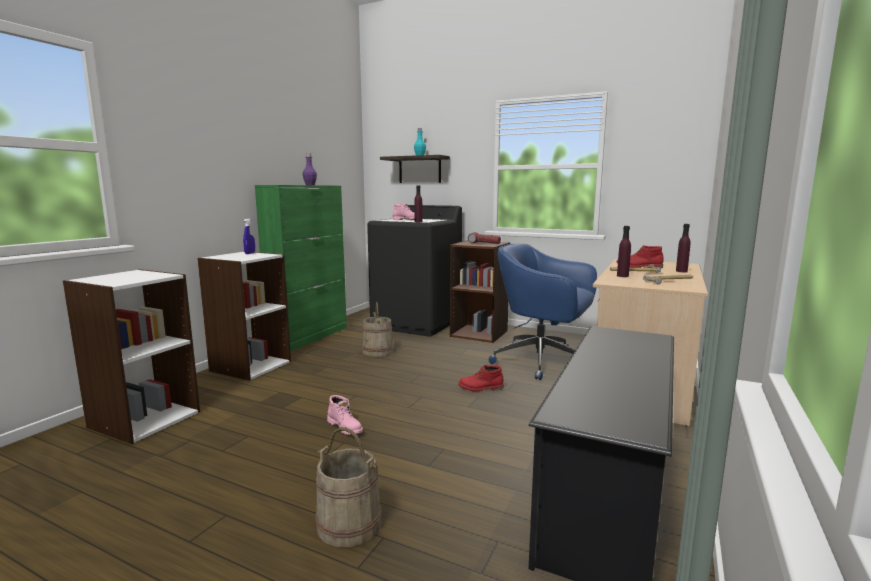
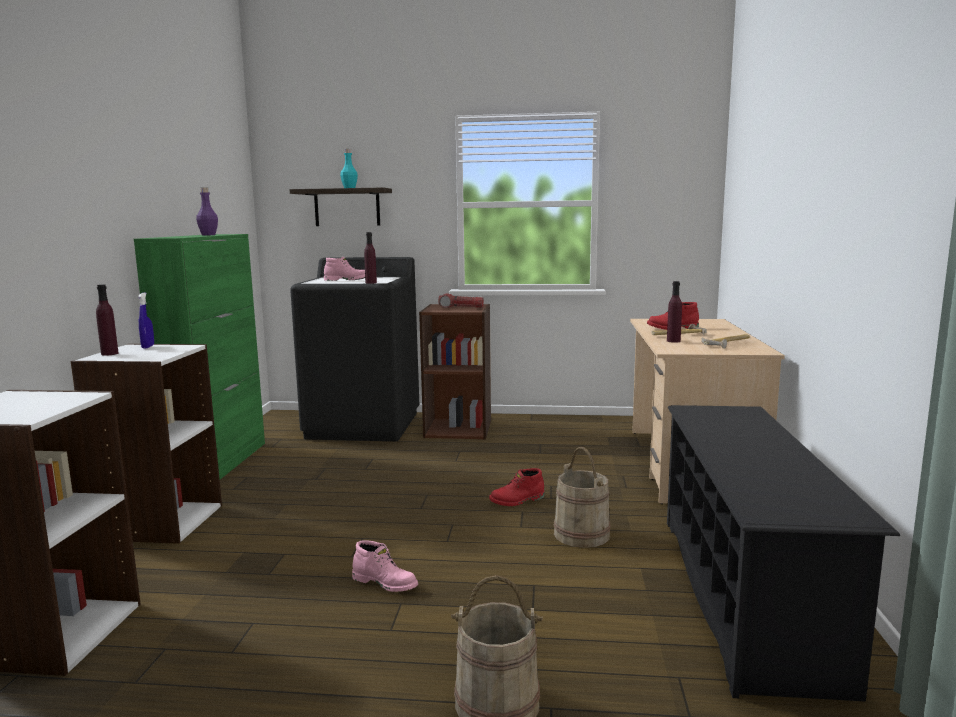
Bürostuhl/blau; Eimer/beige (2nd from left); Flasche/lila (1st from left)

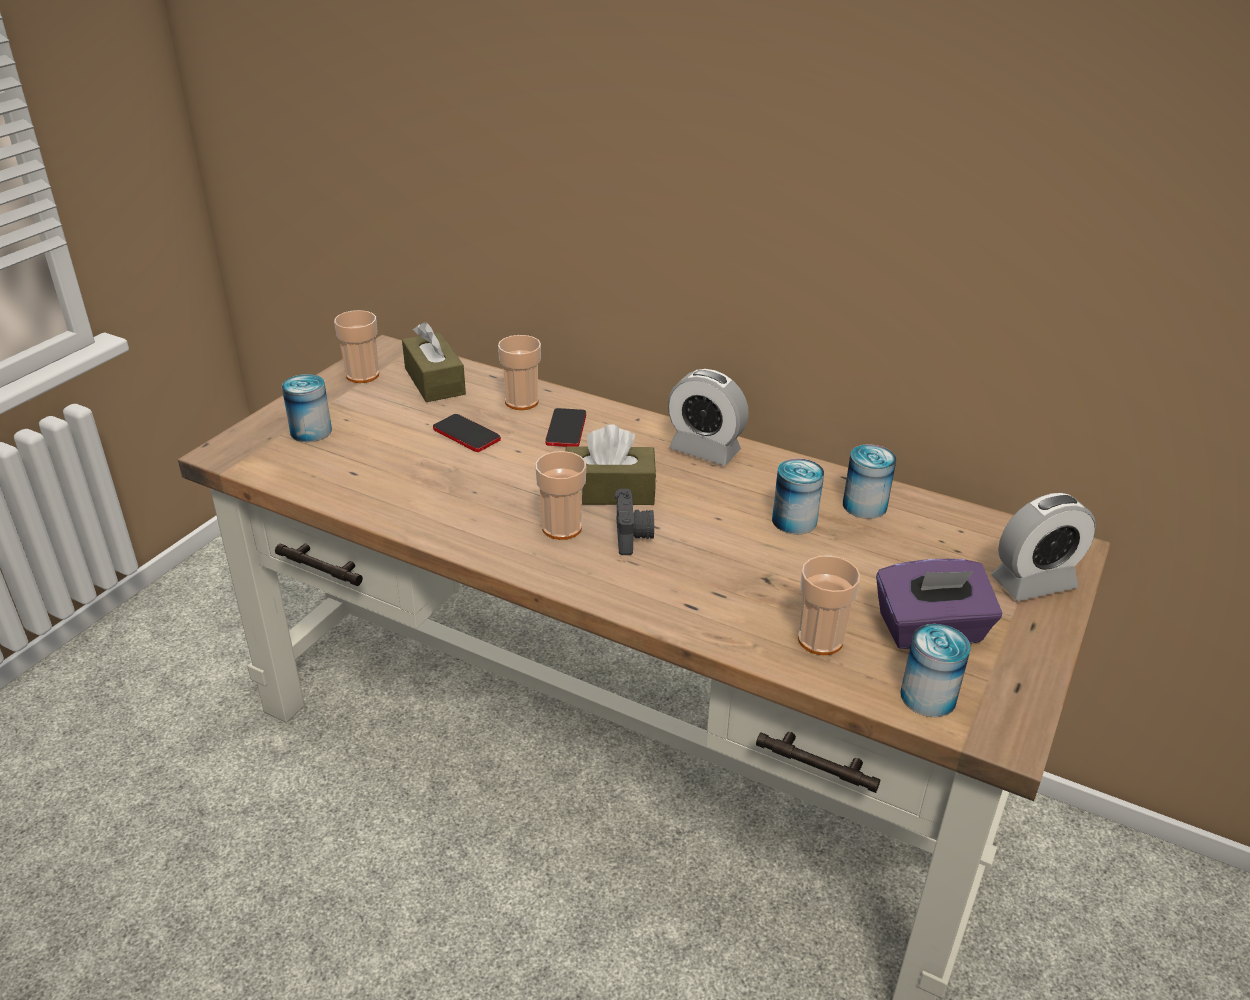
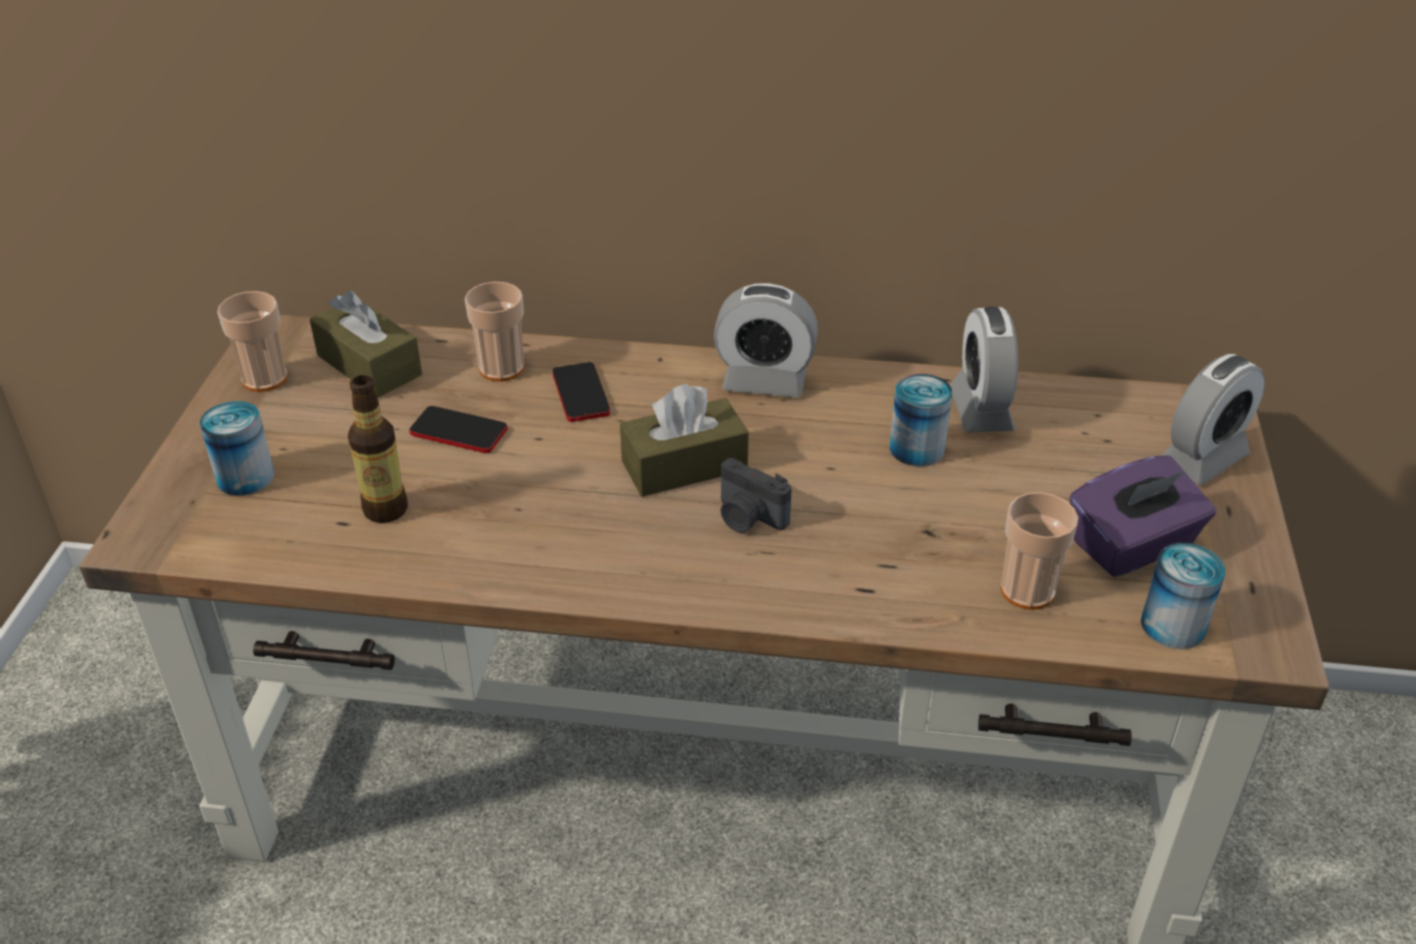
Tasse (3rd from left in the first image); Flasche; Wecker (2nd from left); Kamera

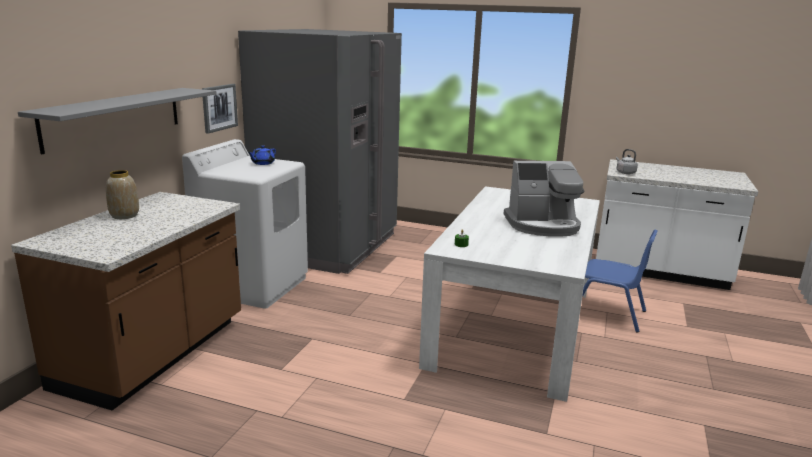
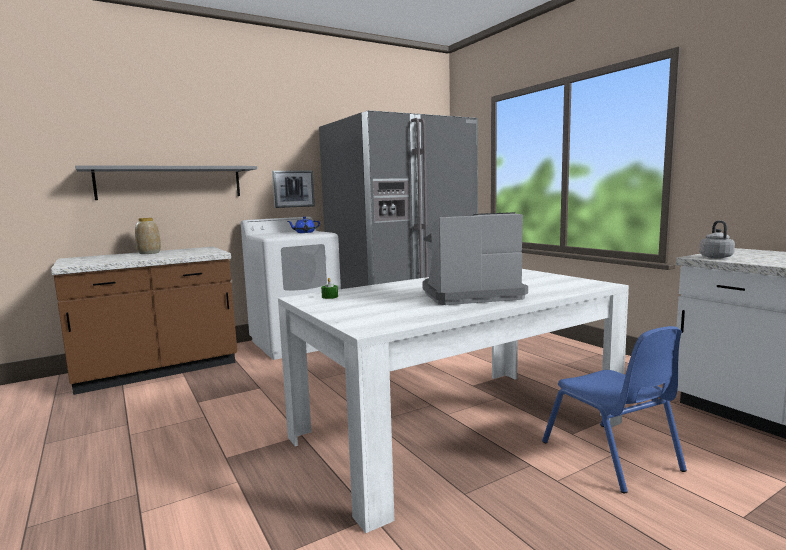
Kaffeemaschine

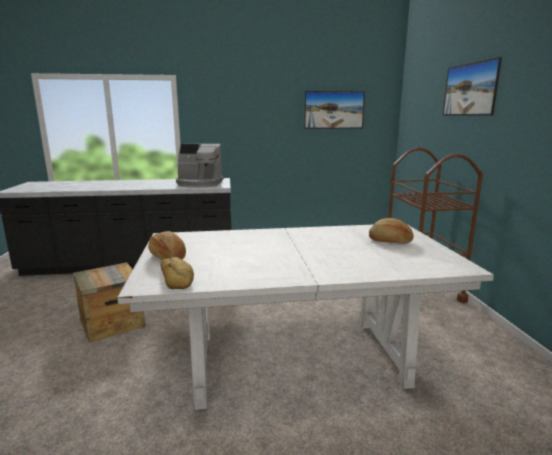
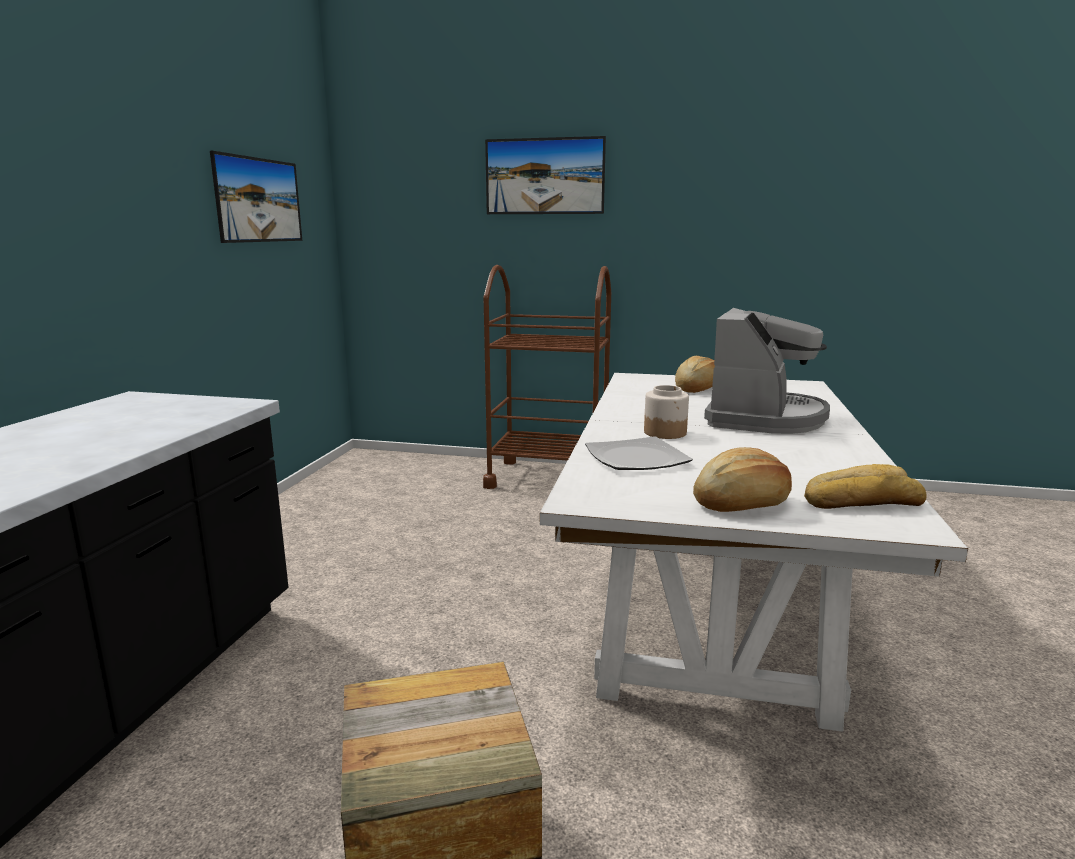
Teller; Vorratsglas; Kaffeemaschine

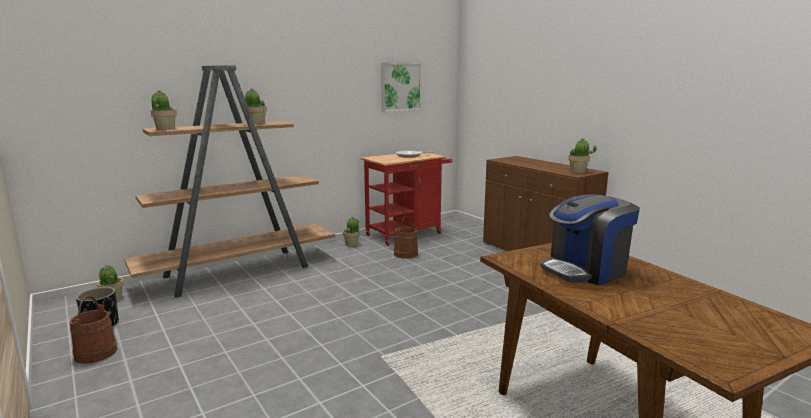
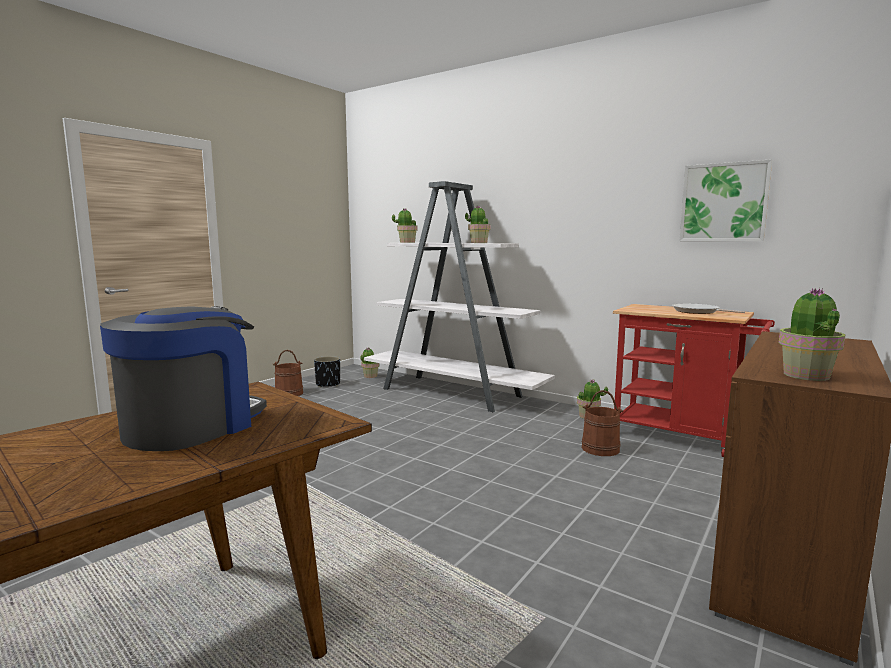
Bücherregal/weiß; Kaffeemaschine

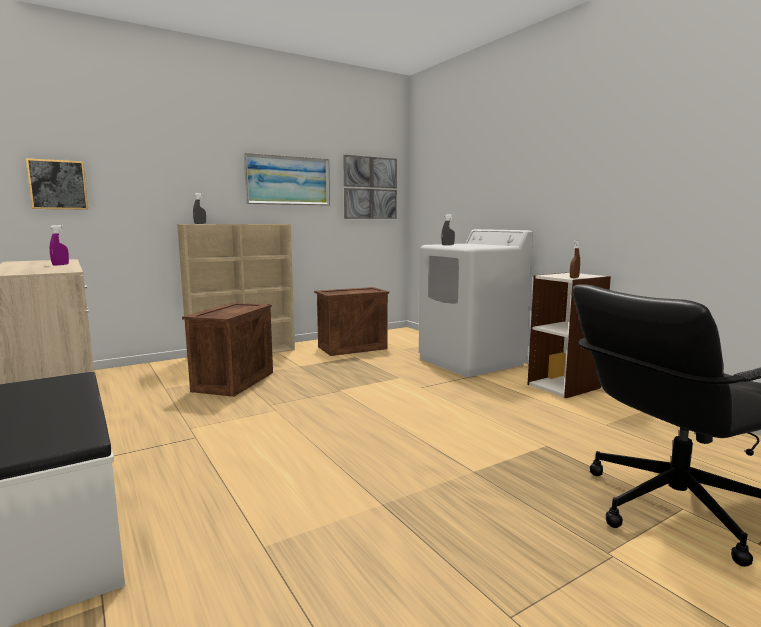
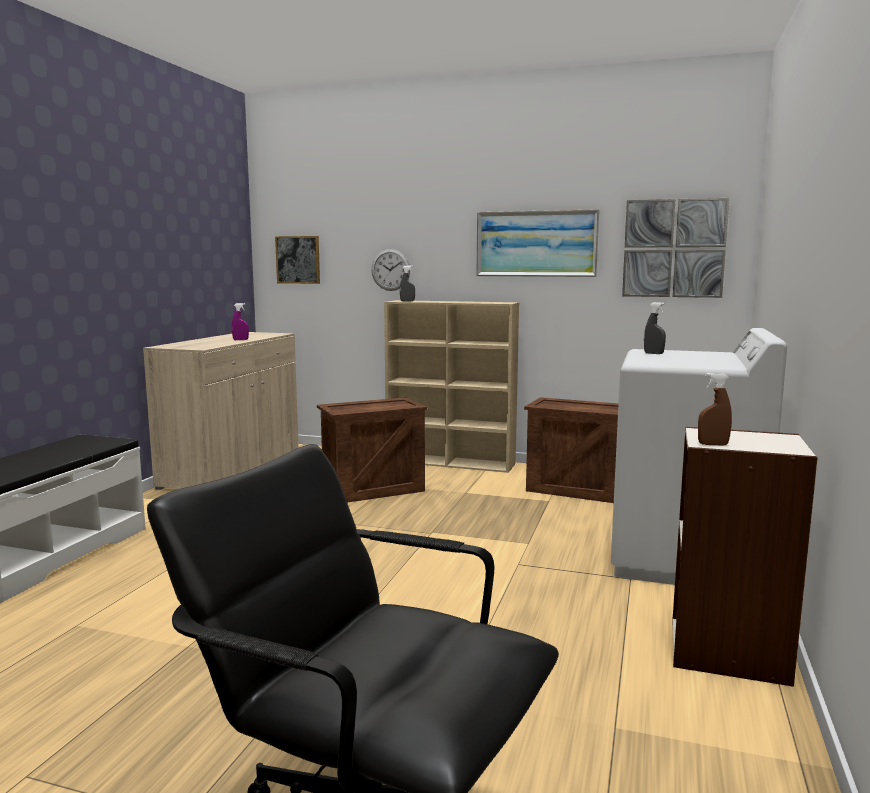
Wanduhr

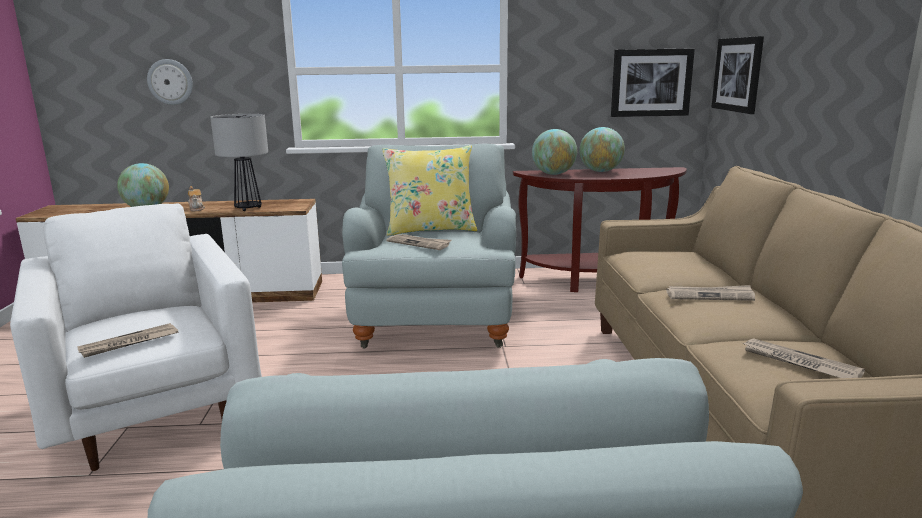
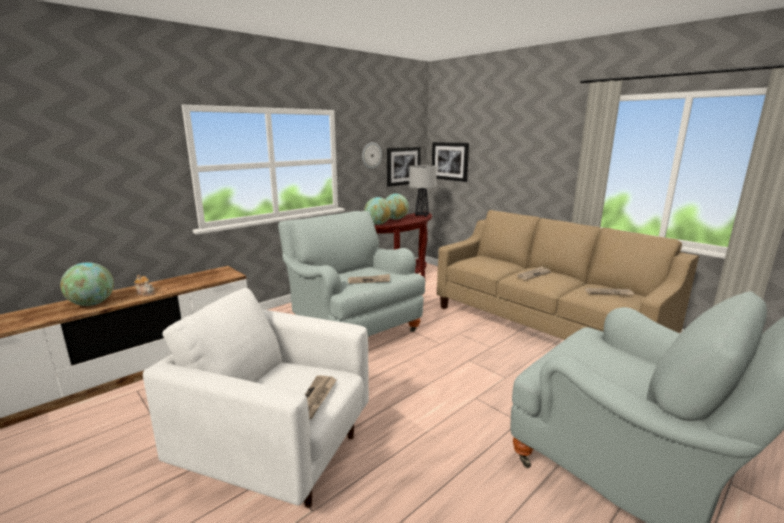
Kissen/gelb; Wanduhr; Tischlampe

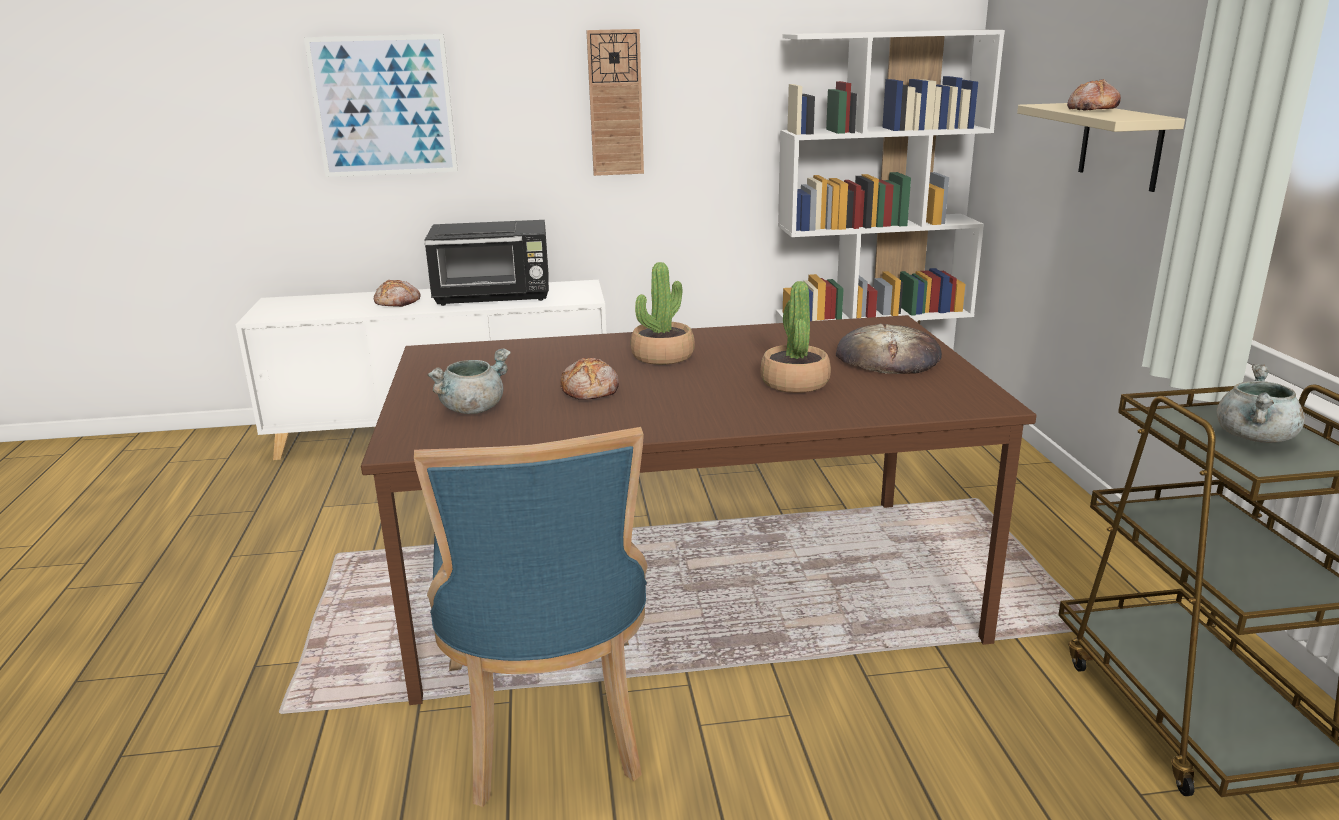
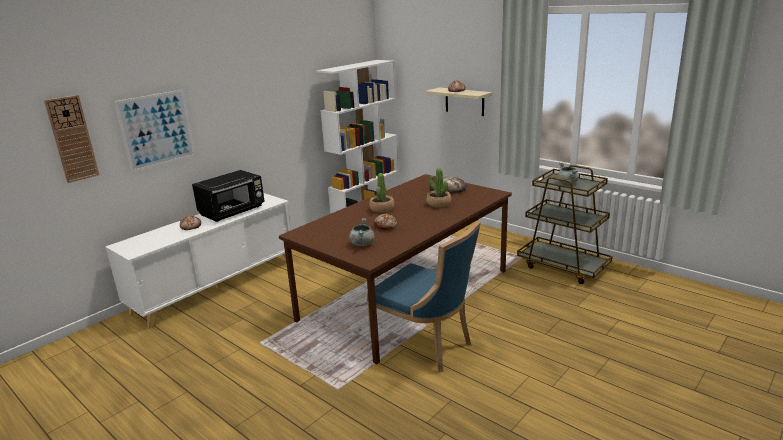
Wanduhr

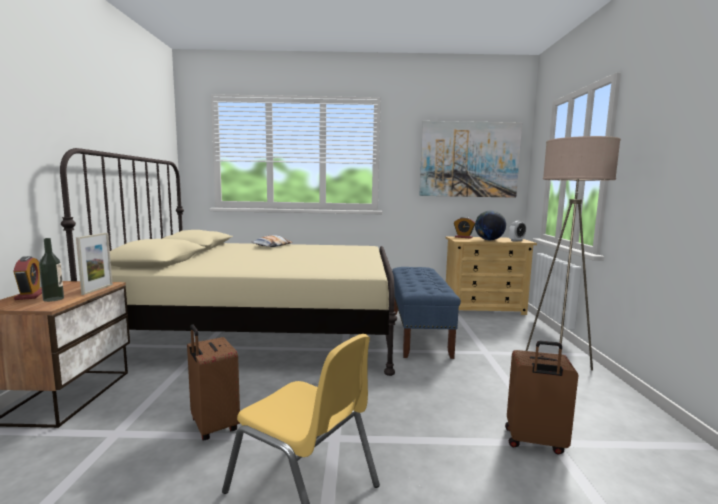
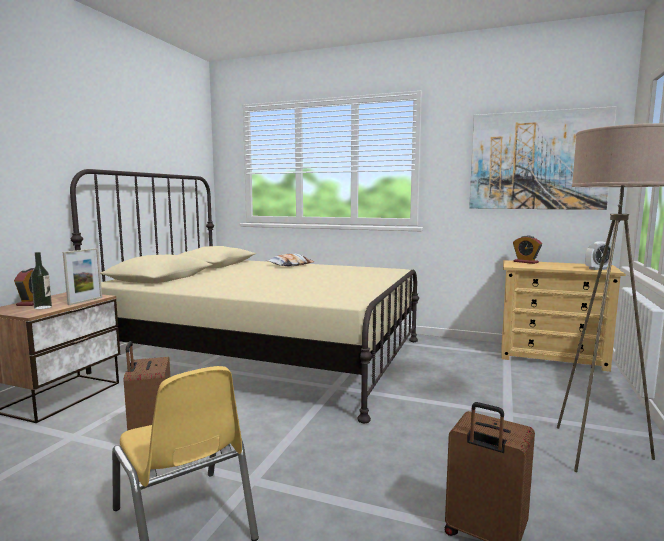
Bank/blau; Globus

